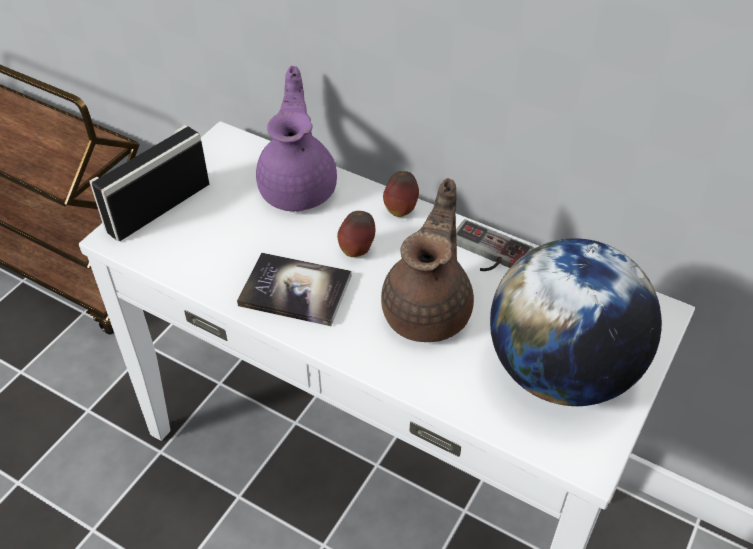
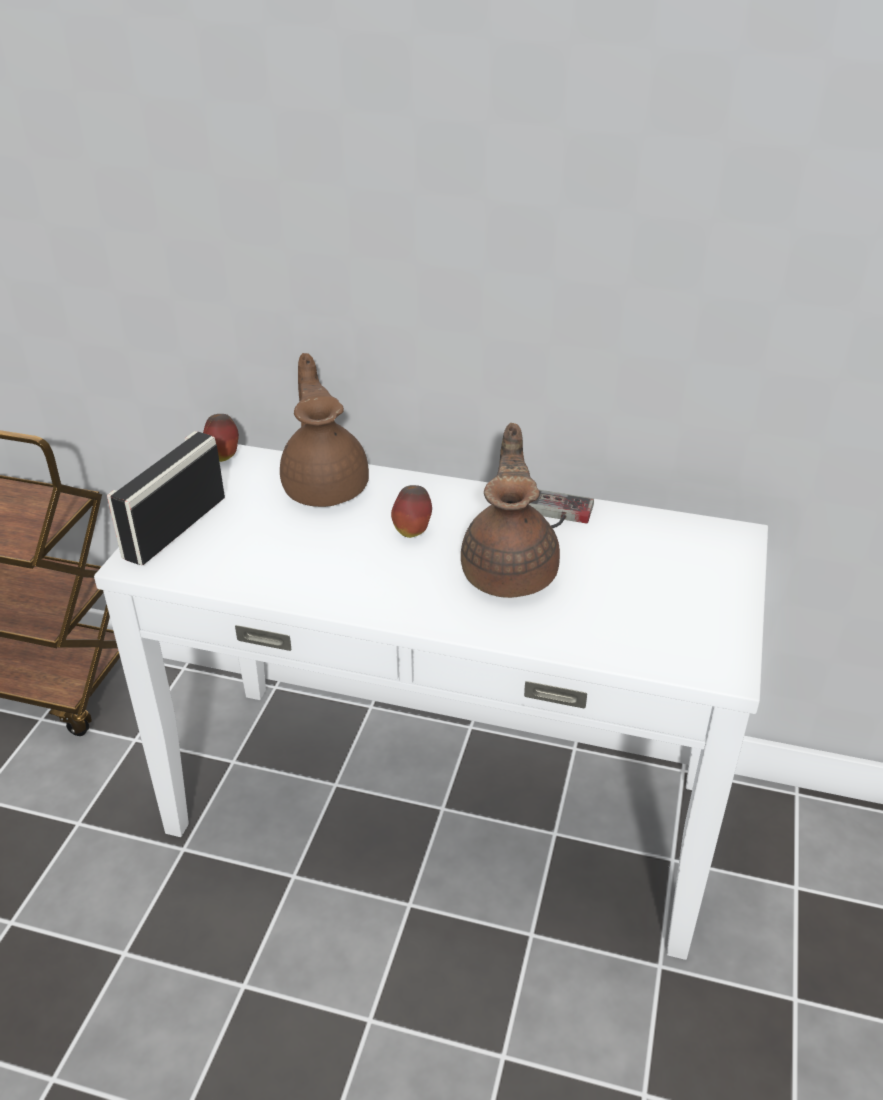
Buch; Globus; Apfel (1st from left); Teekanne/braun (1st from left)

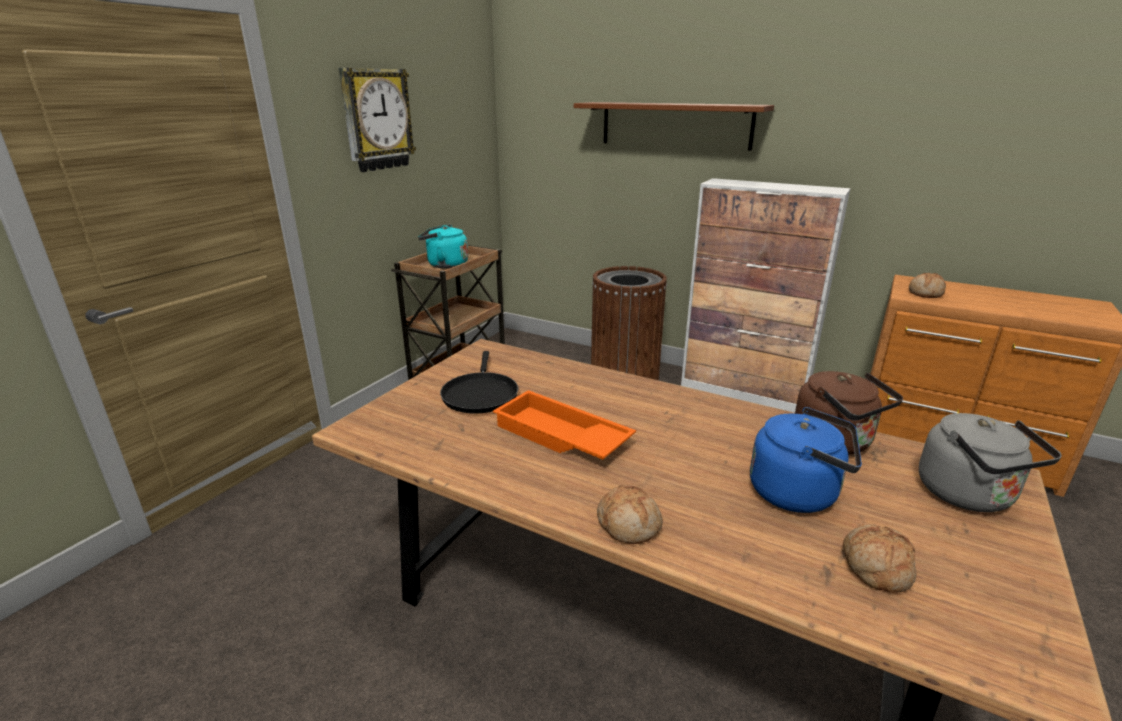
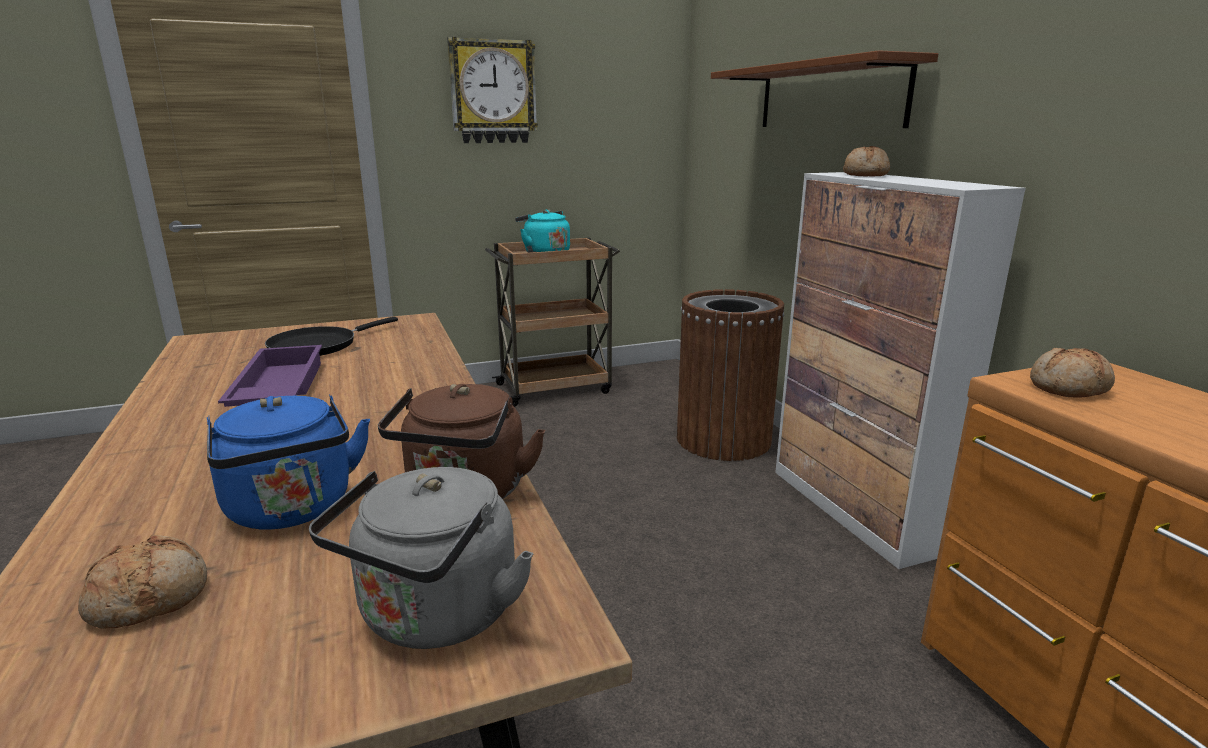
Brot (2nd from left); Tablett/lila

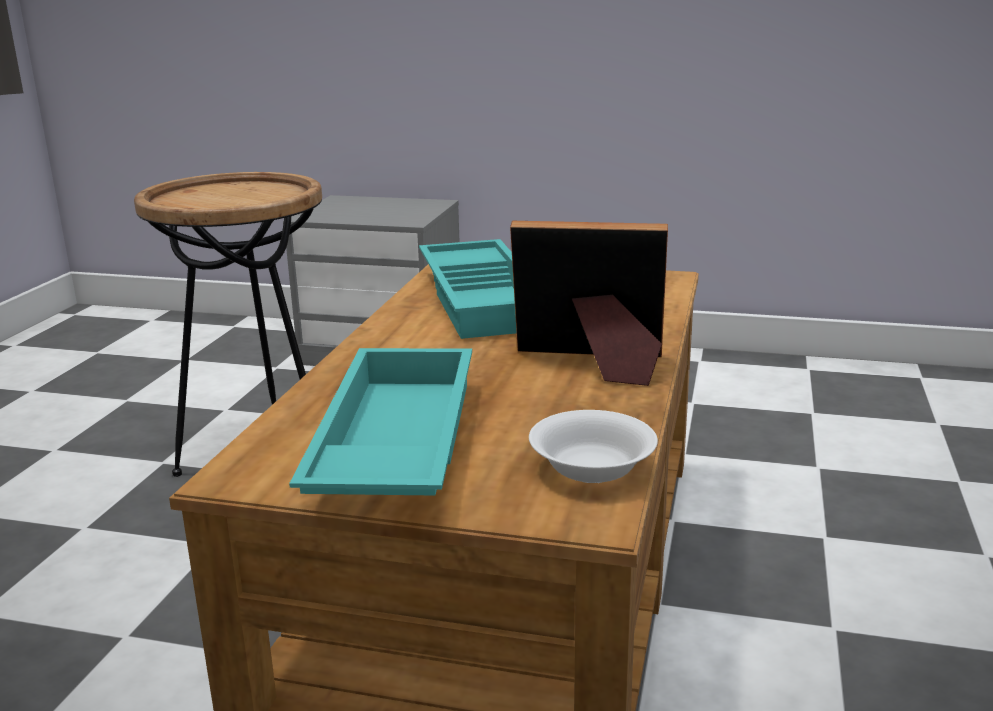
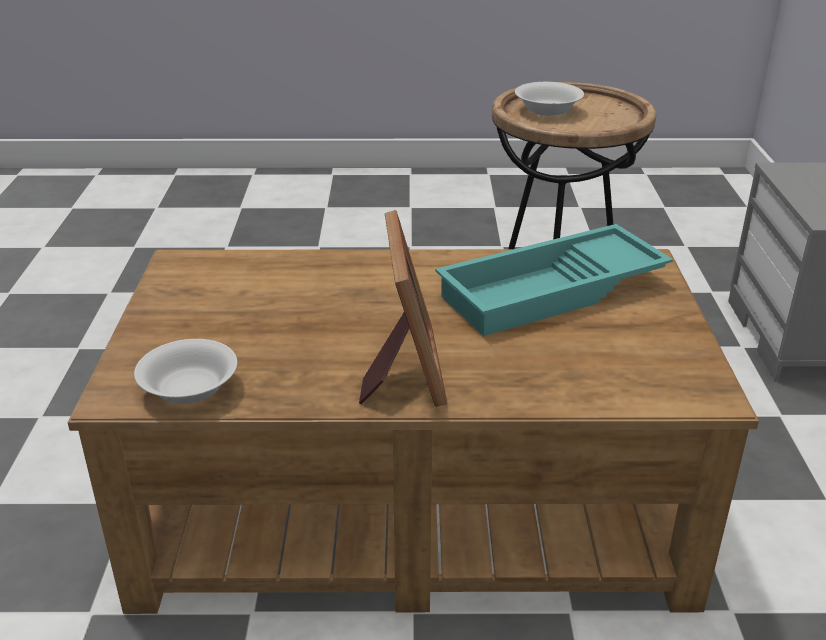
Tablett/türkis (1st from left in the first image); Schüssel/weiß (2nd from left)

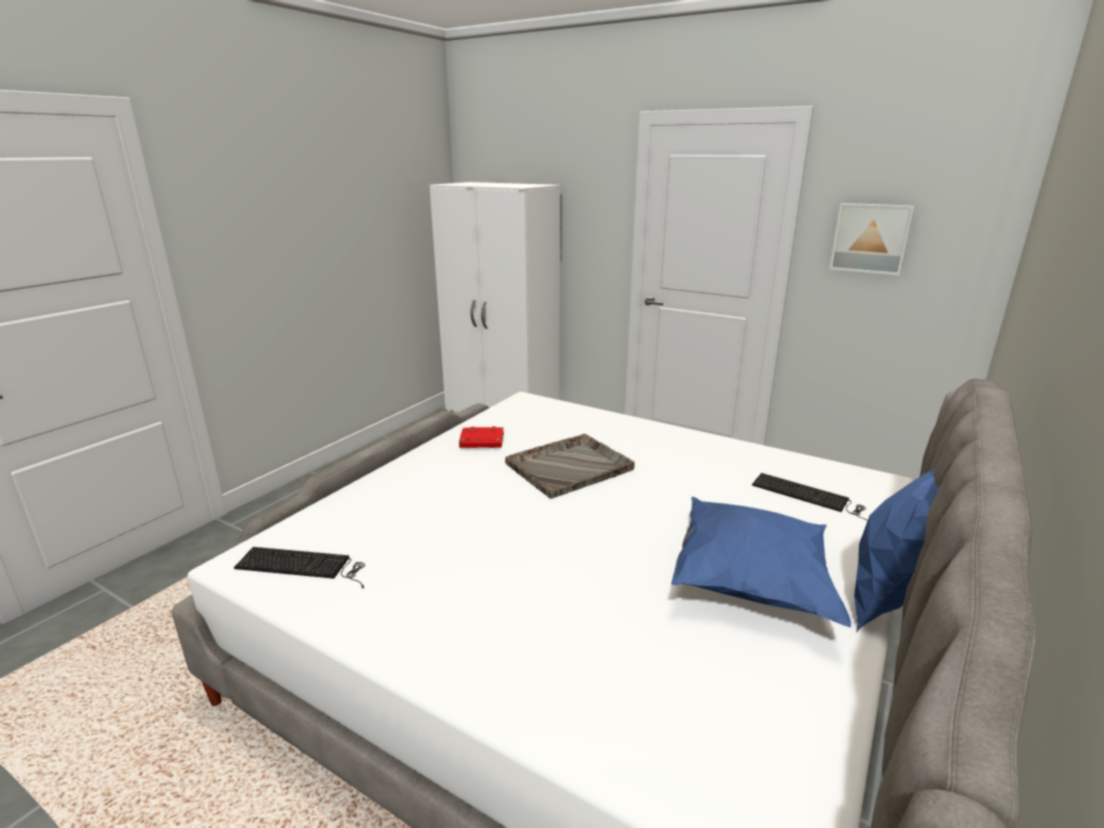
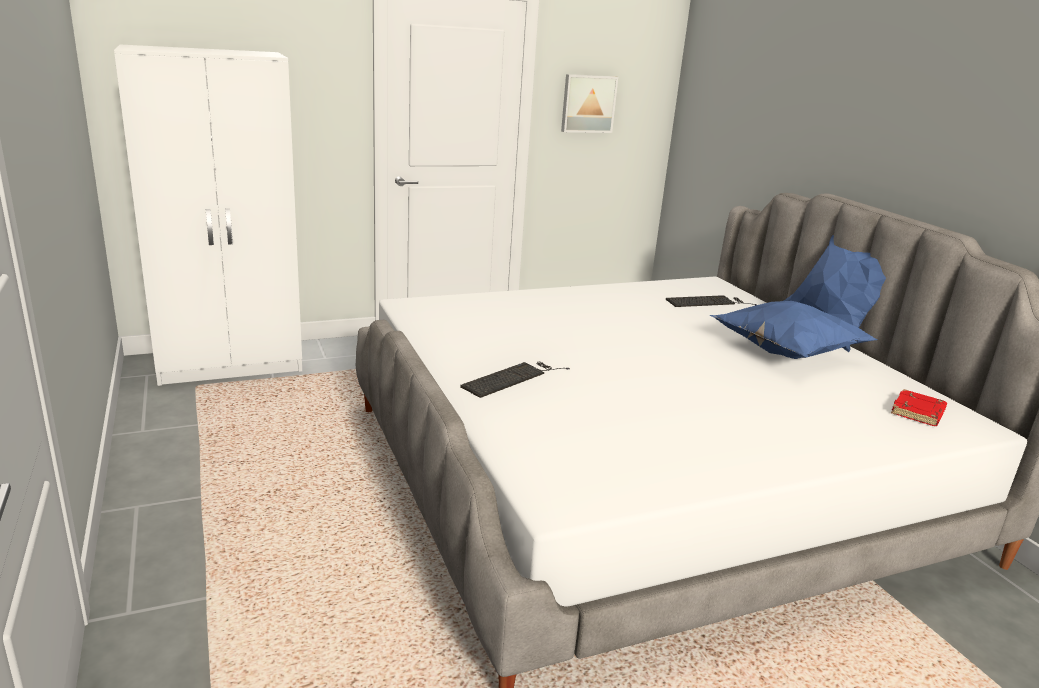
Tablett/grau; Tastatur (1st from left); Buch/rot

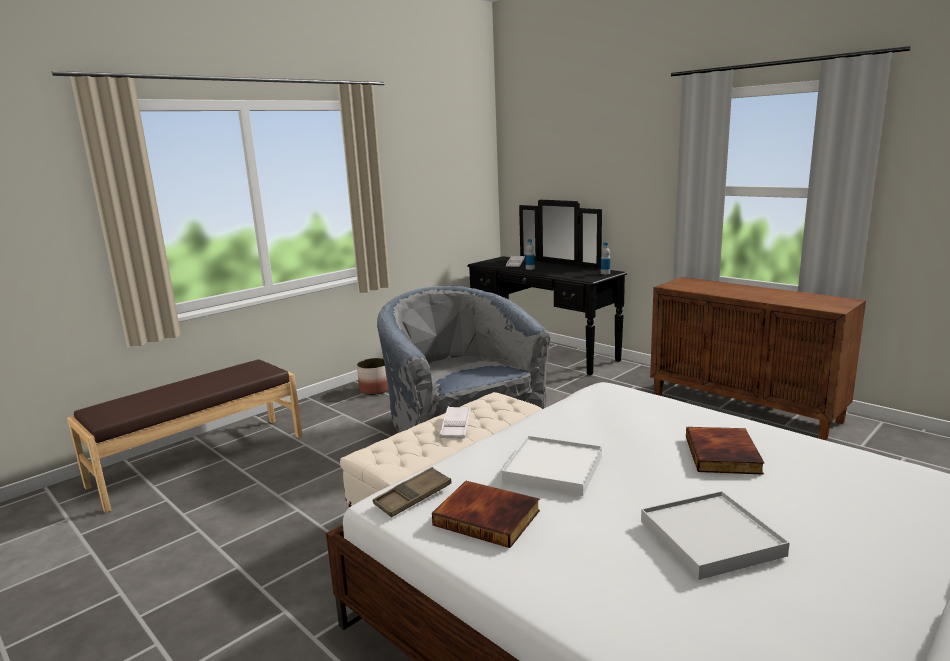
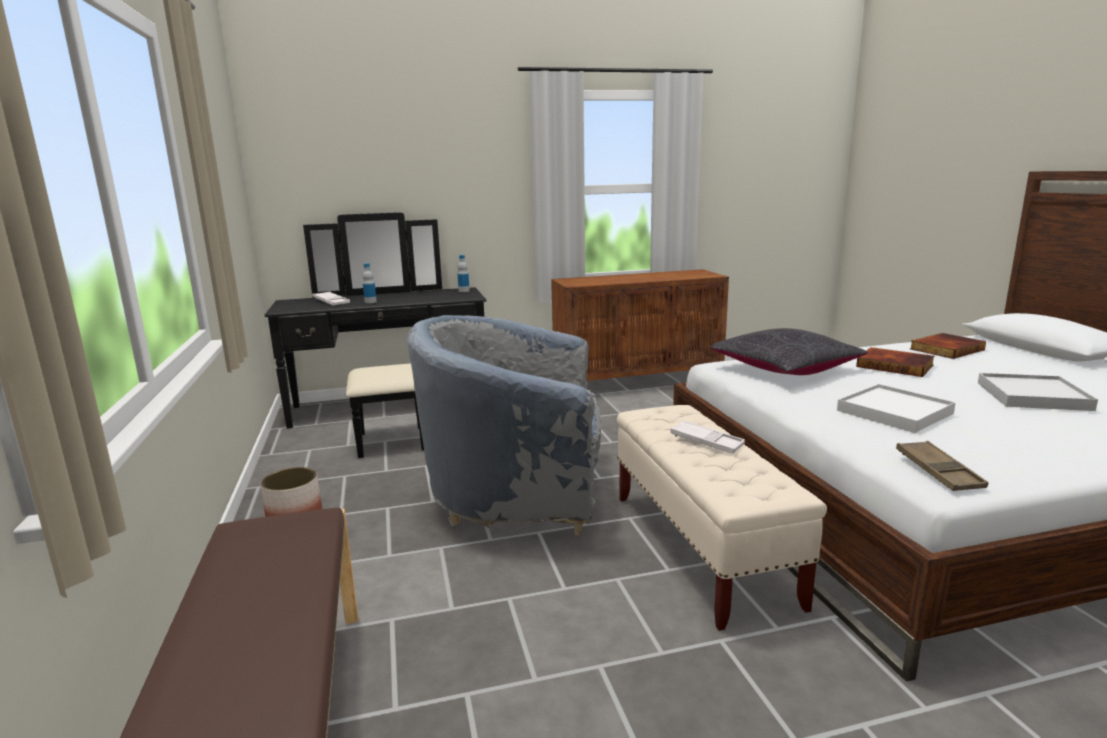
Kissen/schwarz; Buch (2nd from left)

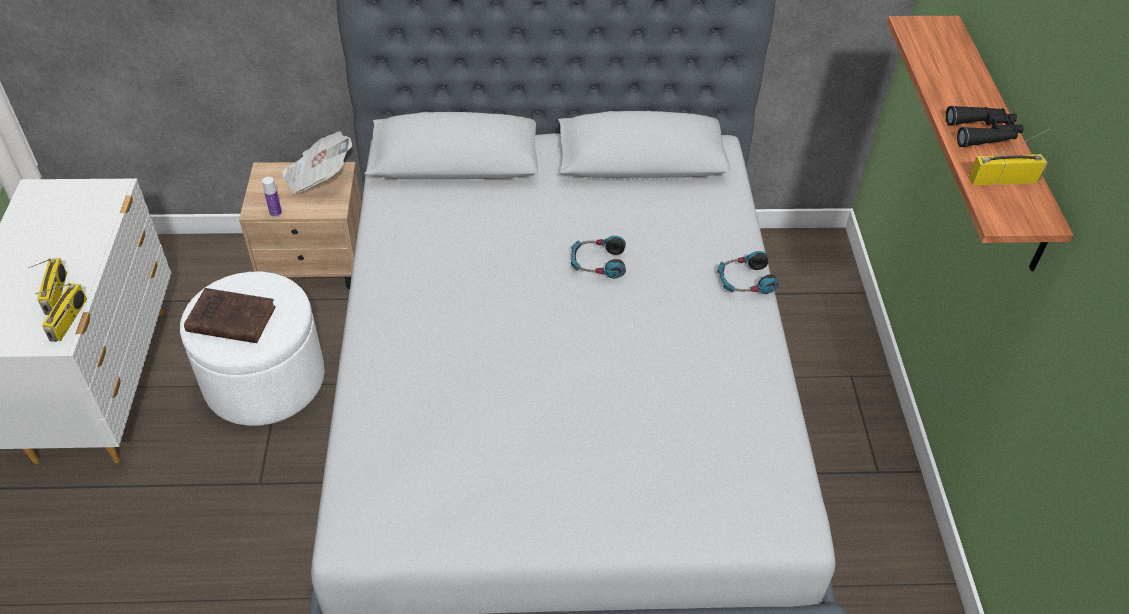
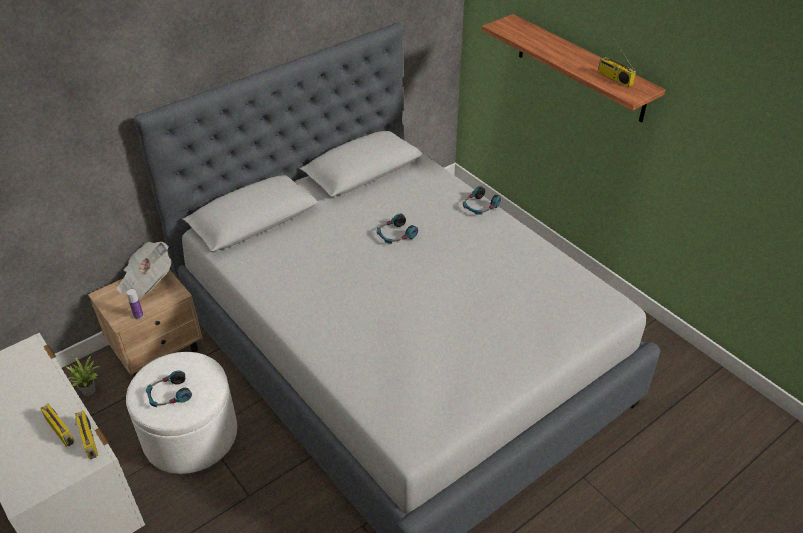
Fernglas/schwarz; Topfpflanze; Kopfhörer (1st from left); Radio (3rd from left)

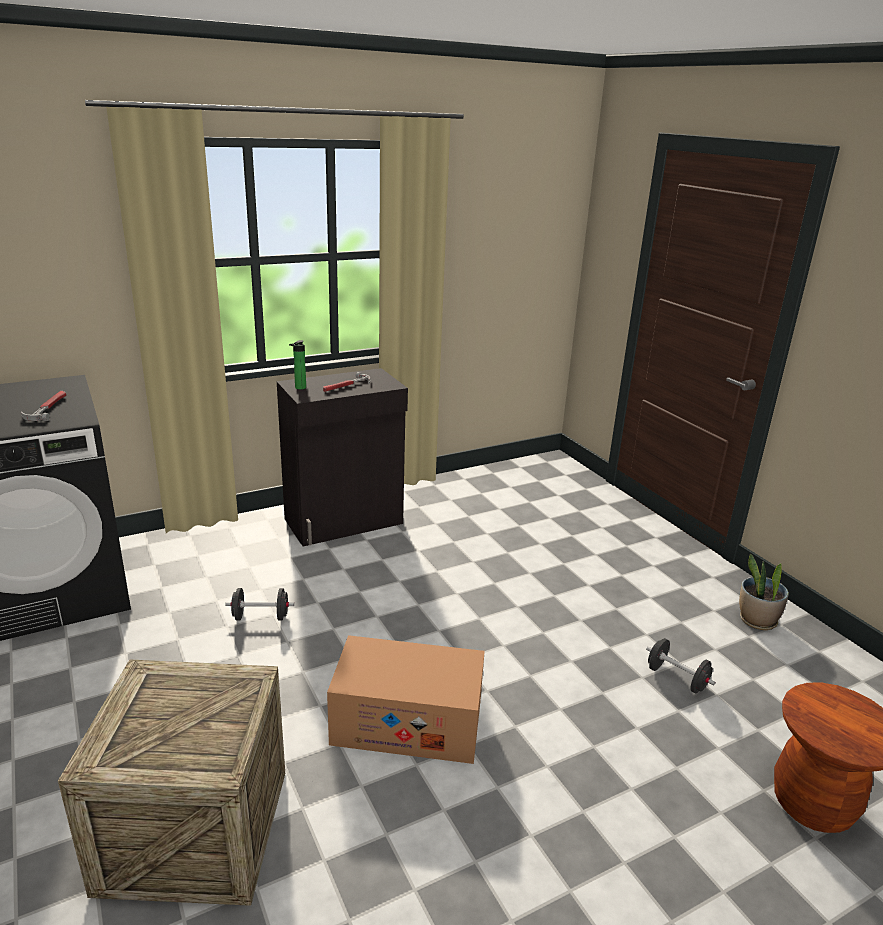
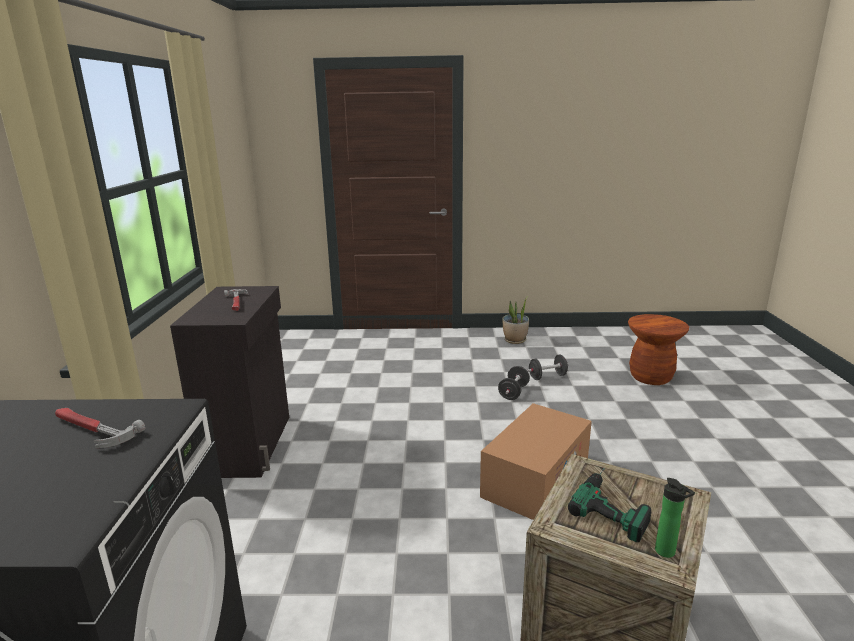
Bohrmaschine; Hantel/schwarz (1st from left); Flasche

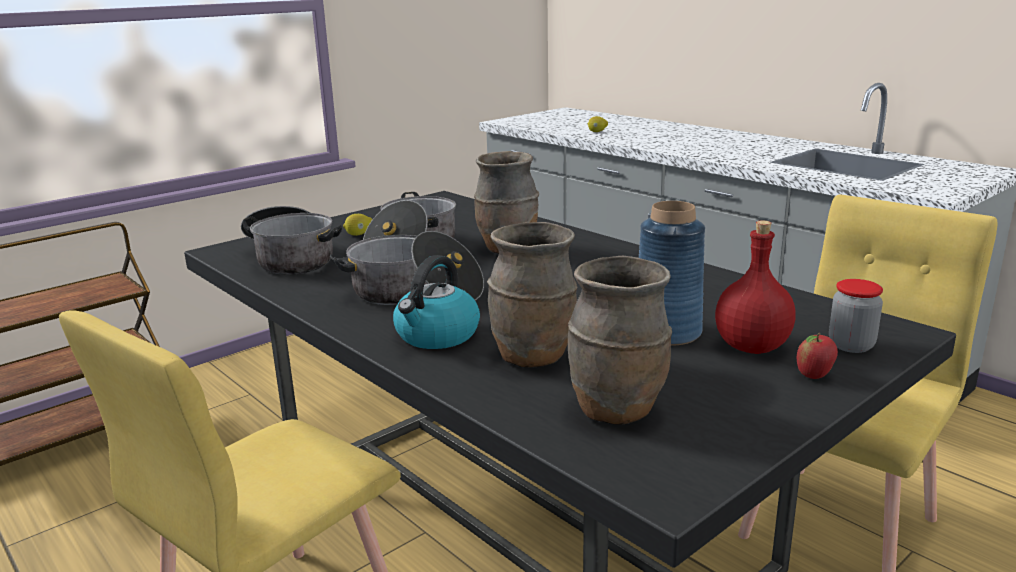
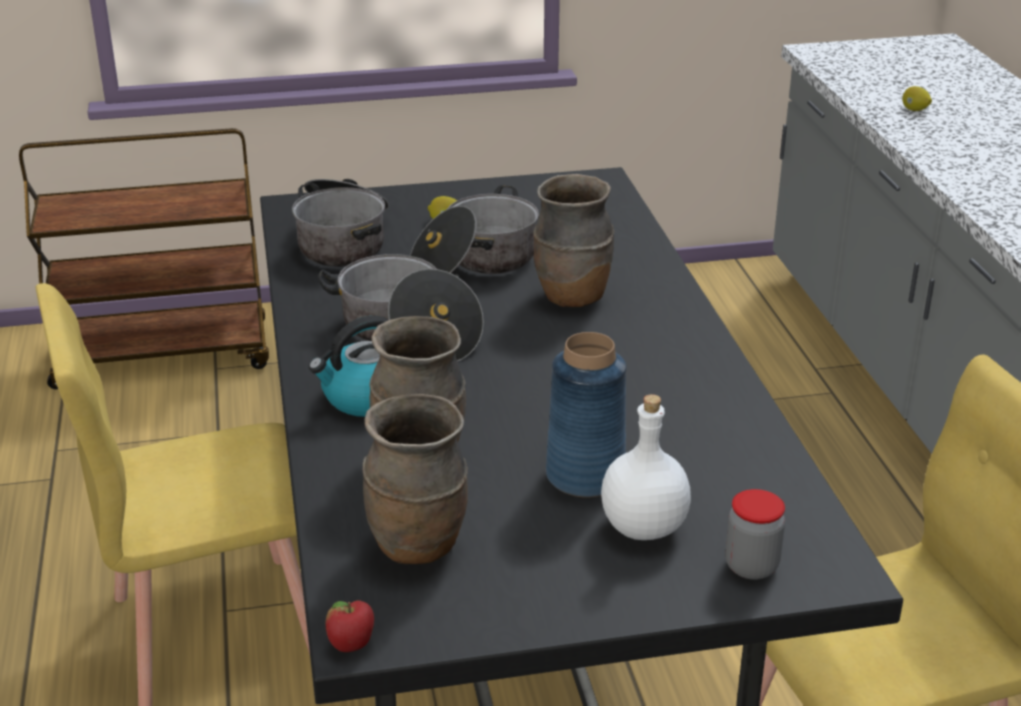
Apfel; Flasche/weiß

